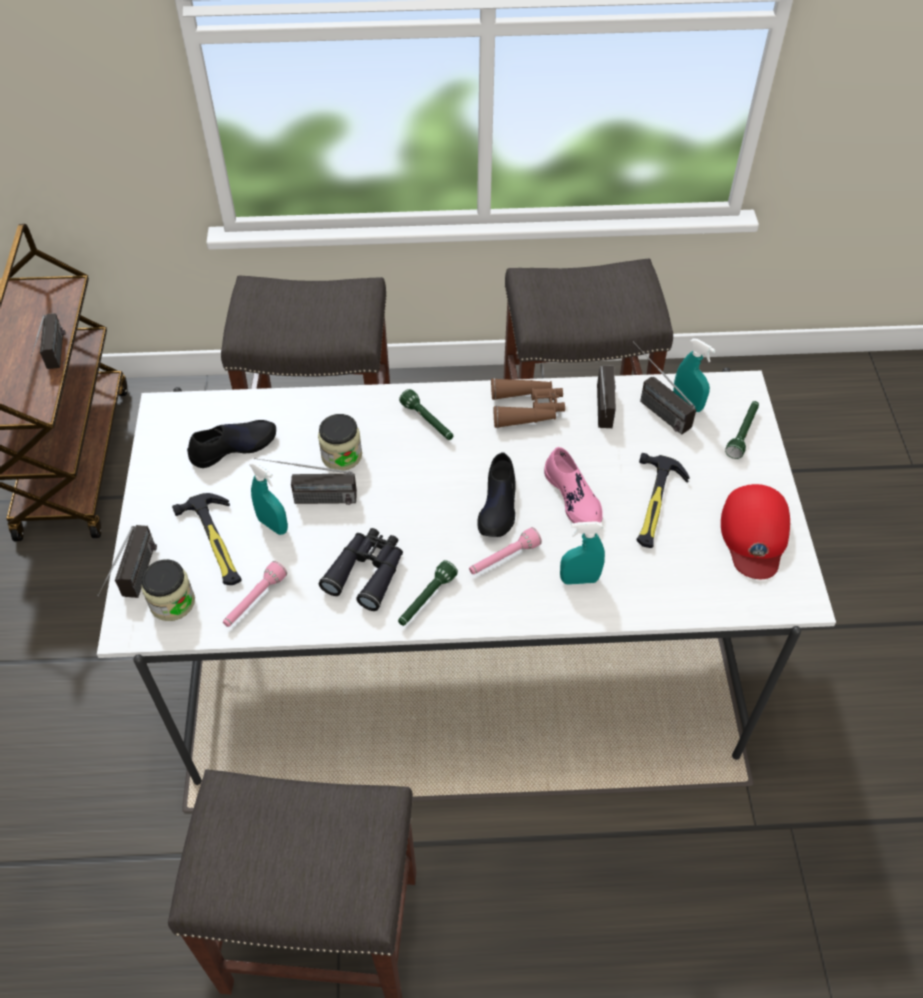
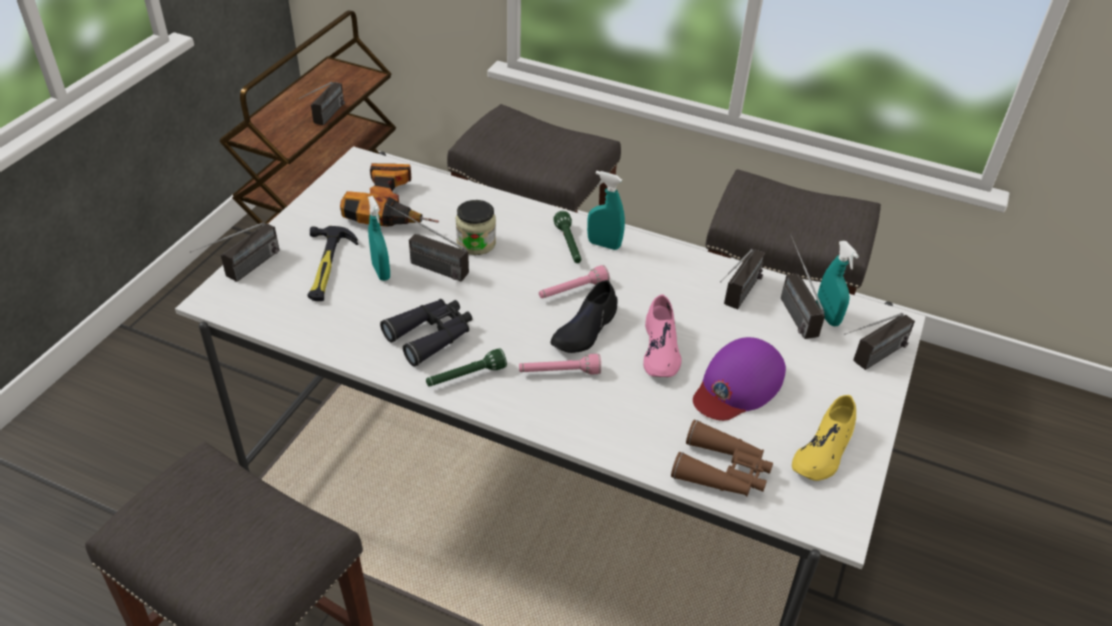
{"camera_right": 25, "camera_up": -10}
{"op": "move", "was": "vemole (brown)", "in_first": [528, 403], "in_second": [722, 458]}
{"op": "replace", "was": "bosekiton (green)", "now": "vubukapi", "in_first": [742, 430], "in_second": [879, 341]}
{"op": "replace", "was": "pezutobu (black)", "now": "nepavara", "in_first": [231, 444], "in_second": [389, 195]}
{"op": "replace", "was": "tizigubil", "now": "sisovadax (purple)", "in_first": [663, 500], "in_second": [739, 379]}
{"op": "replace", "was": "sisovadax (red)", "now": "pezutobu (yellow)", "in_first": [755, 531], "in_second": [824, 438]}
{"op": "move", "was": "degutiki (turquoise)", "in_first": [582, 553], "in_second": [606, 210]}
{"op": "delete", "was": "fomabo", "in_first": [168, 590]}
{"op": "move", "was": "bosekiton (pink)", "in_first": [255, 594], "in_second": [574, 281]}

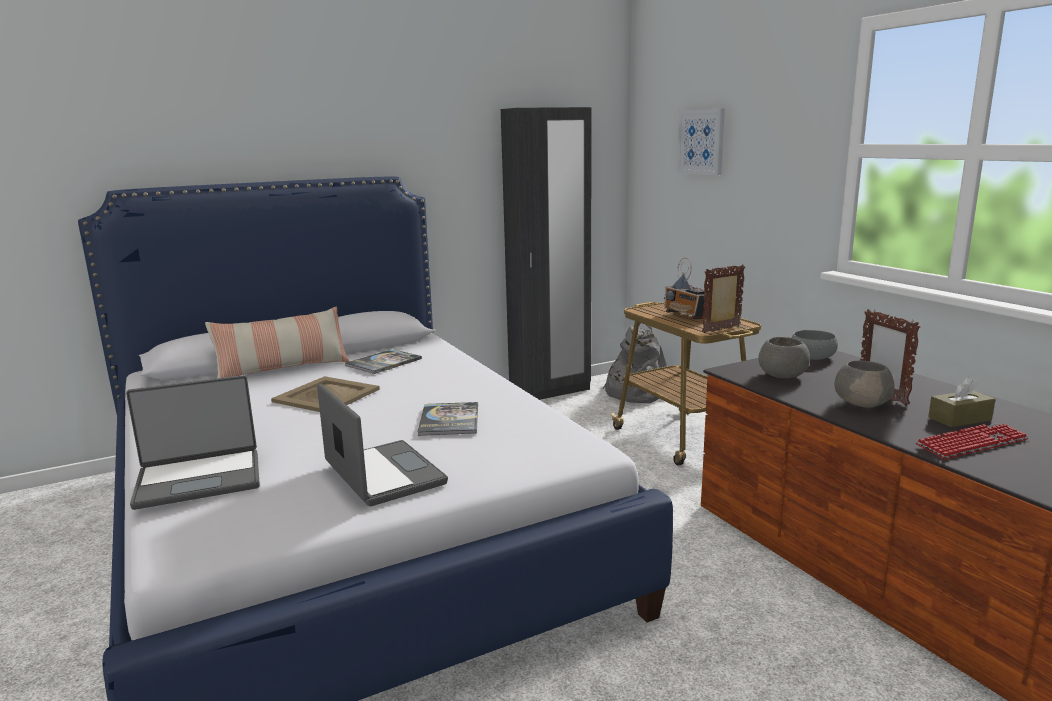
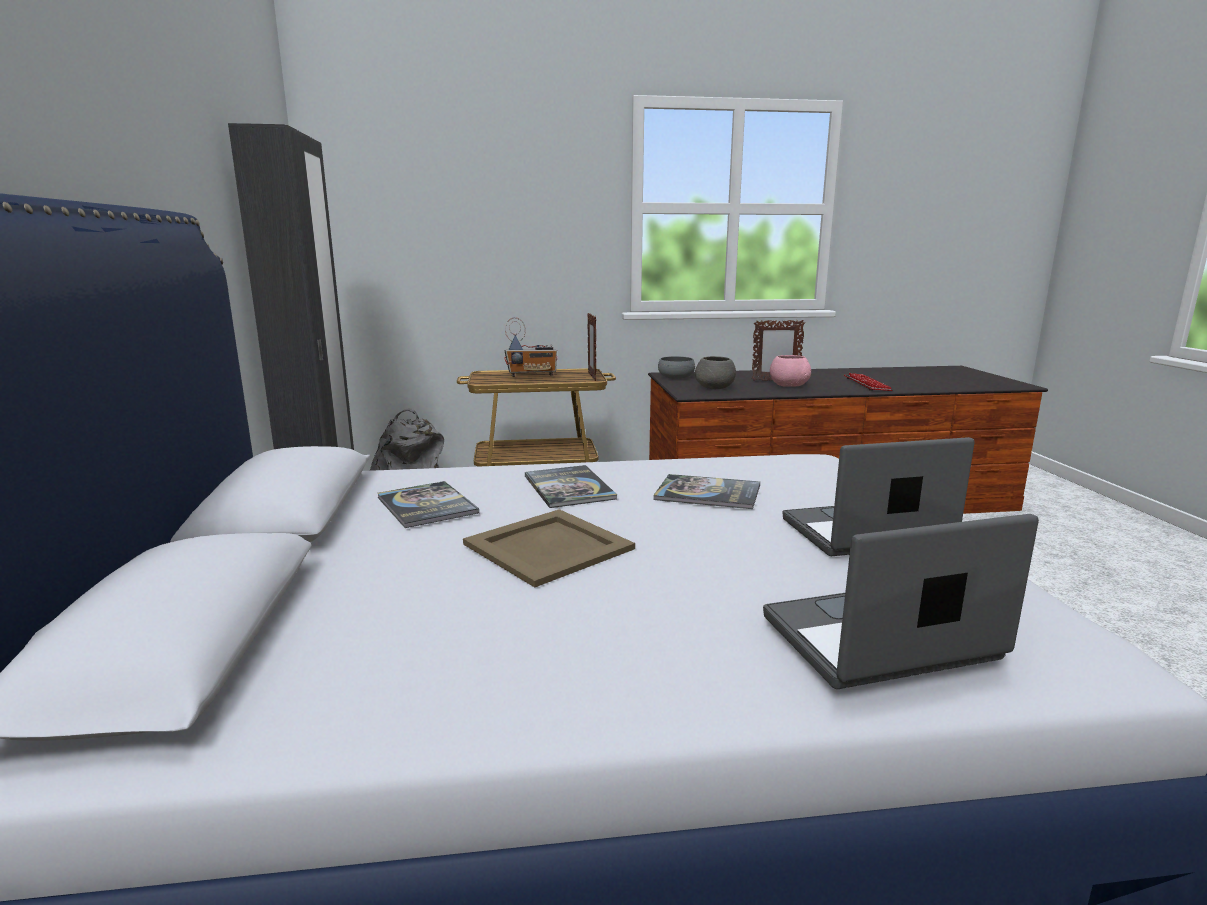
{"camera_right": -70, "camera_up": 0}
{"op": "delete", "was": "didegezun", "in_first": [701, 142]}
{"op": "delete", "was": "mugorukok", "in_first": [277, 342]}
{"op": "recolor", "was": "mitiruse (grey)", "now": "mitiruse (pink)", "in_first": [864, 384], "in_second": [790, 371]}
{"op": "rotate", "was": "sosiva", "in_first": [193, 442], "in_second": [901, 601], "clockwise": -105}
{"op": "delete", "was": "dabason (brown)", "in_first": [962, 402]}
{"op": "insert", "now": "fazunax", "in_second": [571, 486]}

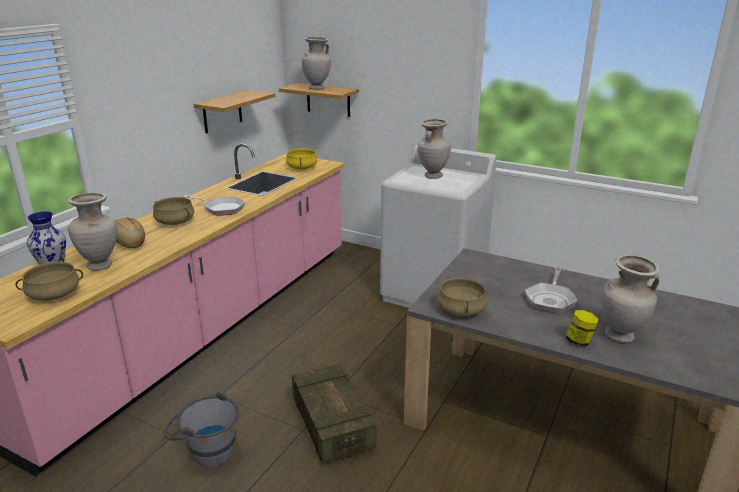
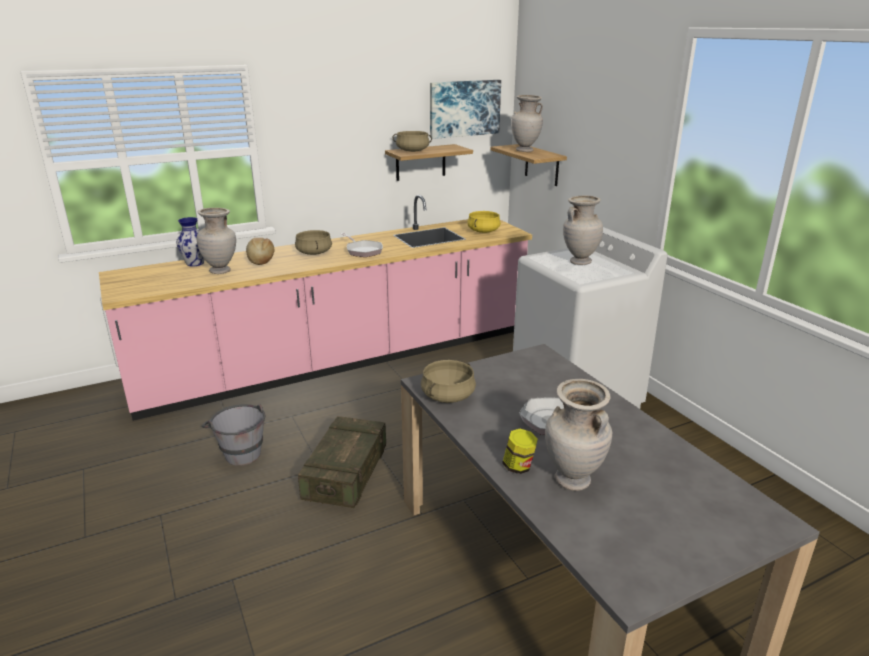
{"camera_right": 35, "camera_up": 0}
{"op": "move", "was": "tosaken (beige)", "in_first": [49, 281], "in_second": [412, 141]}
{"op": "insert", "now": "didegezun", "in_second": [465, 109]}

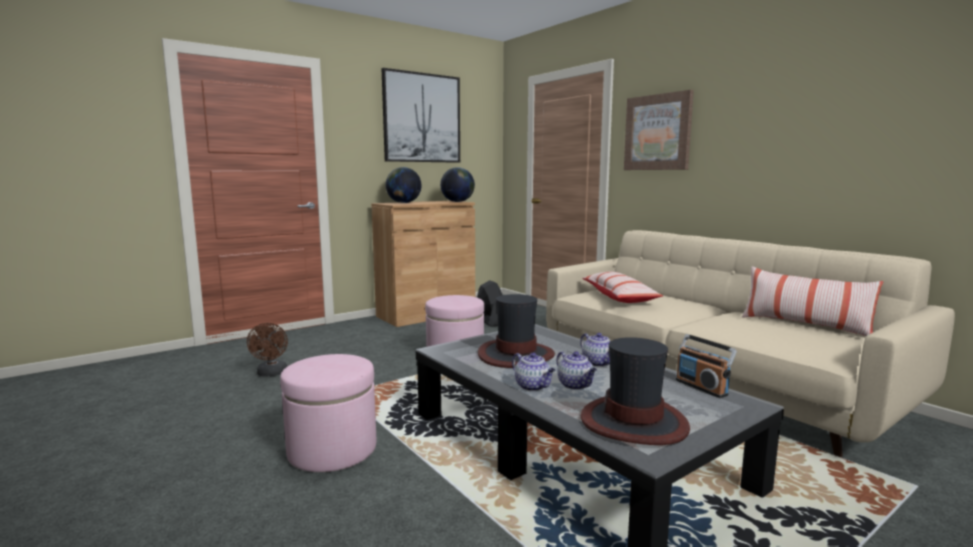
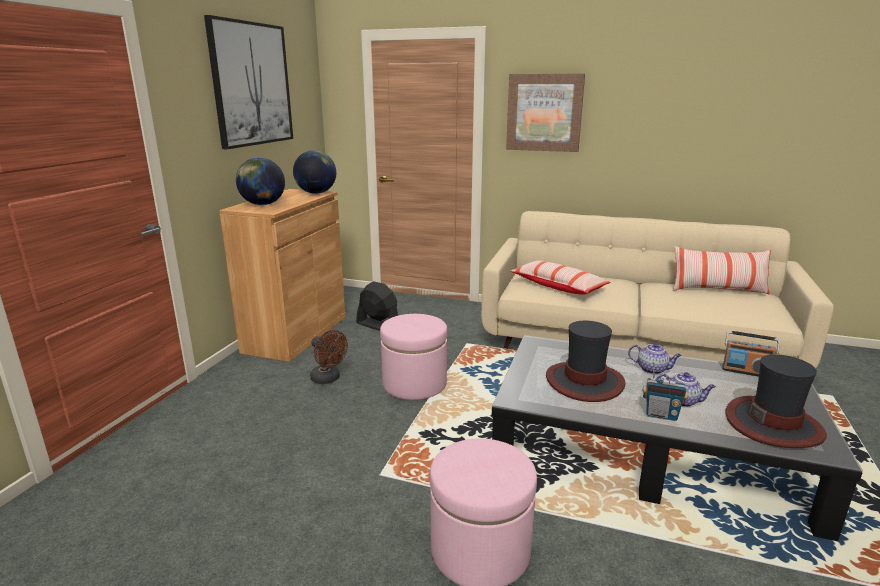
{"camera_right": -35, "camera_up": 10}
{"op": "move", "was": "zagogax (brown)", "in_first": [267, 350], "in_second": [329, 357]}
{"op": "replace", "was": "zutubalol", "now": "vubukapi", "in_first": [533, 372], "in_second": [666, 391]}

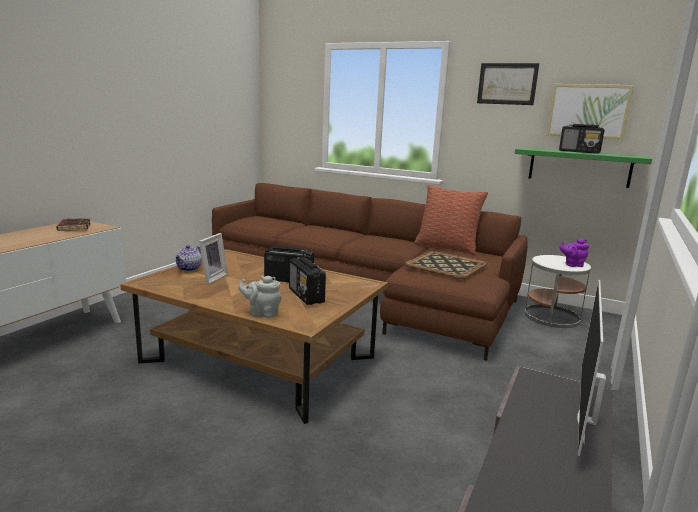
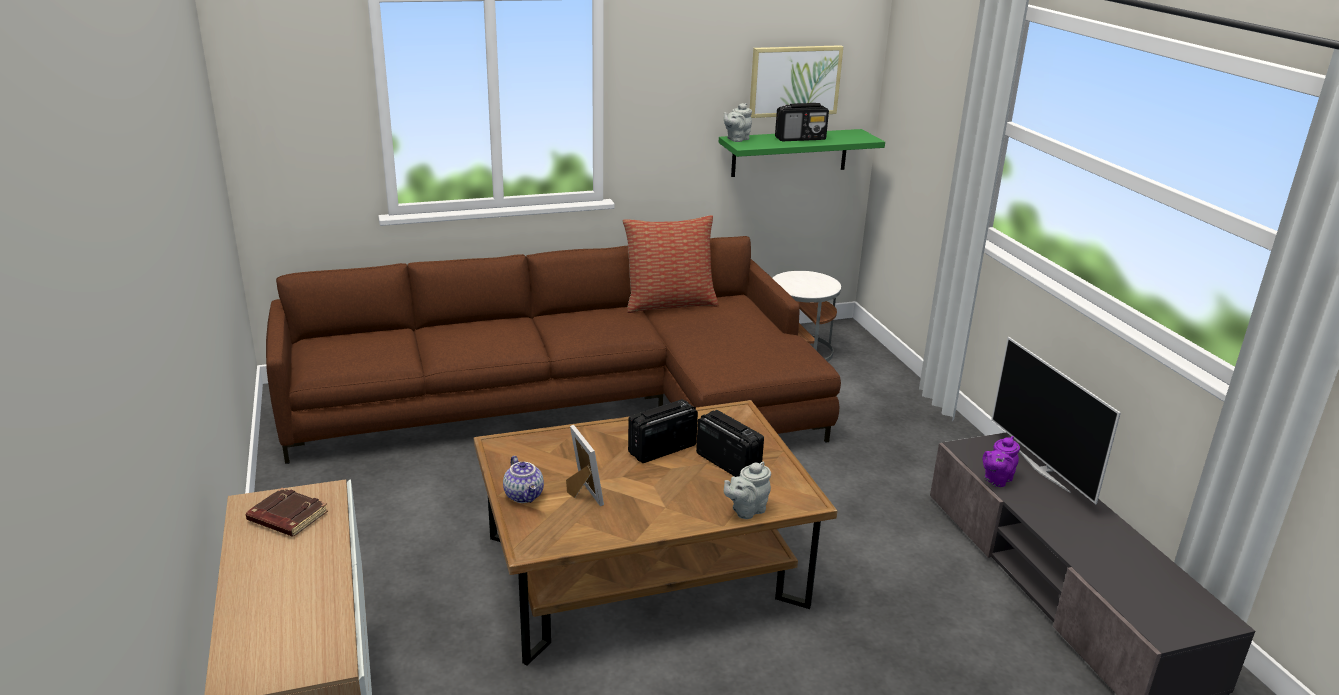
{"camera_right": -45, "camera_up": 10}
{"op": "delete", "was": "didegezun", "in_first": [508, 84]}
{"op": "move", "was": "zutubalol (purple)", "in_first": [574, 253], "in_second": [1001, 461]}
{"op": "delete", "was": "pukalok", "in_first": [445, 265]}
{"op": "rotate", "was": "vubukapi", "in_first": [307, 281], "in_second": [730, 443], "clockwise": -150}
{"op": "insert", "now": "zutubalol (grey)", "in_second": [738, 122]}

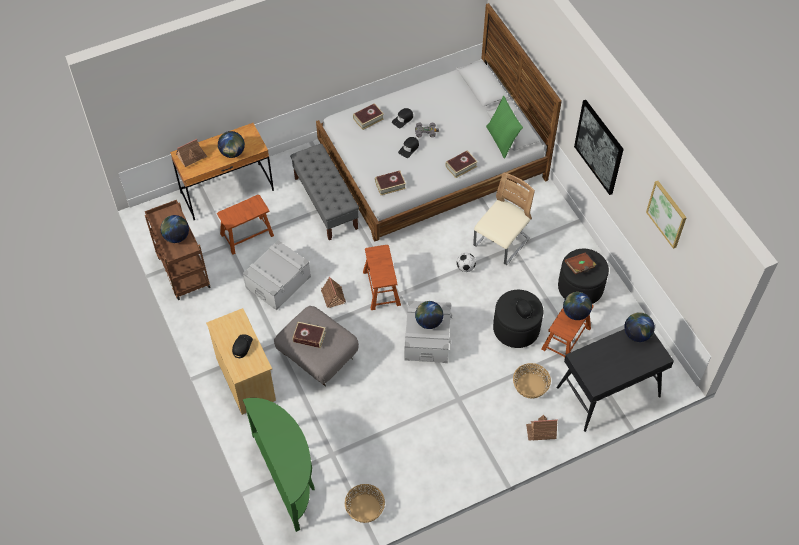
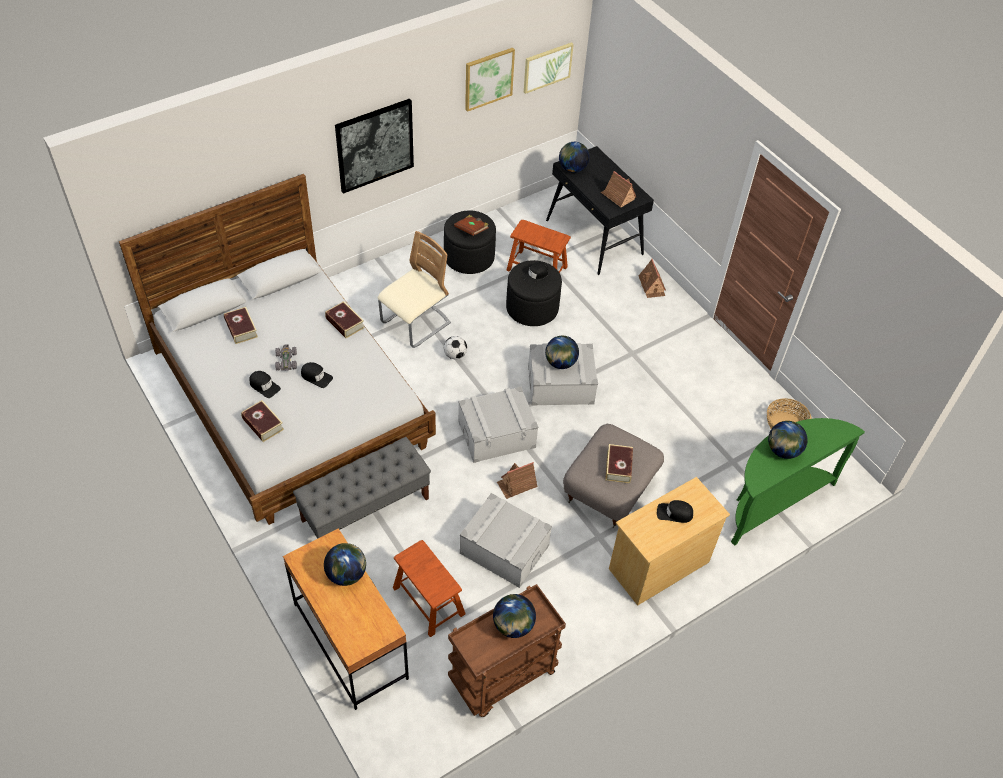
{"camera_right": -100, "camera_up": -5}
{"op": "delete", "was": "mugorukok (green)", "in_first": [504, 127]}
{"op": "move", "was": "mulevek", "in_first": [192, 153], "in_second": [618, 189]}
{"op": "move", "was": "fazunax", "in_first": [390, 183], "in_second": [241, 325]}
{"op": "rotate", "was": "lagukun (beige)", "in_first": [504, 218], "in_second": [414, 289], "clockwise": 105}
{"op": "replace", "was": "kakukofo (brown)", "now": "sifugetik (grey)", "in_first": [382, 277], "in_second": [498, 425]}
{"op": "move", "was": "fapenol", "in_first": [577, 306], "in_second": [788, 440]}
{"op": "delete", "was": "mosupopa", "in_first": [532, 381]}
{"op": "insert", "now": "didegezun", "in_second": [549, 68]}

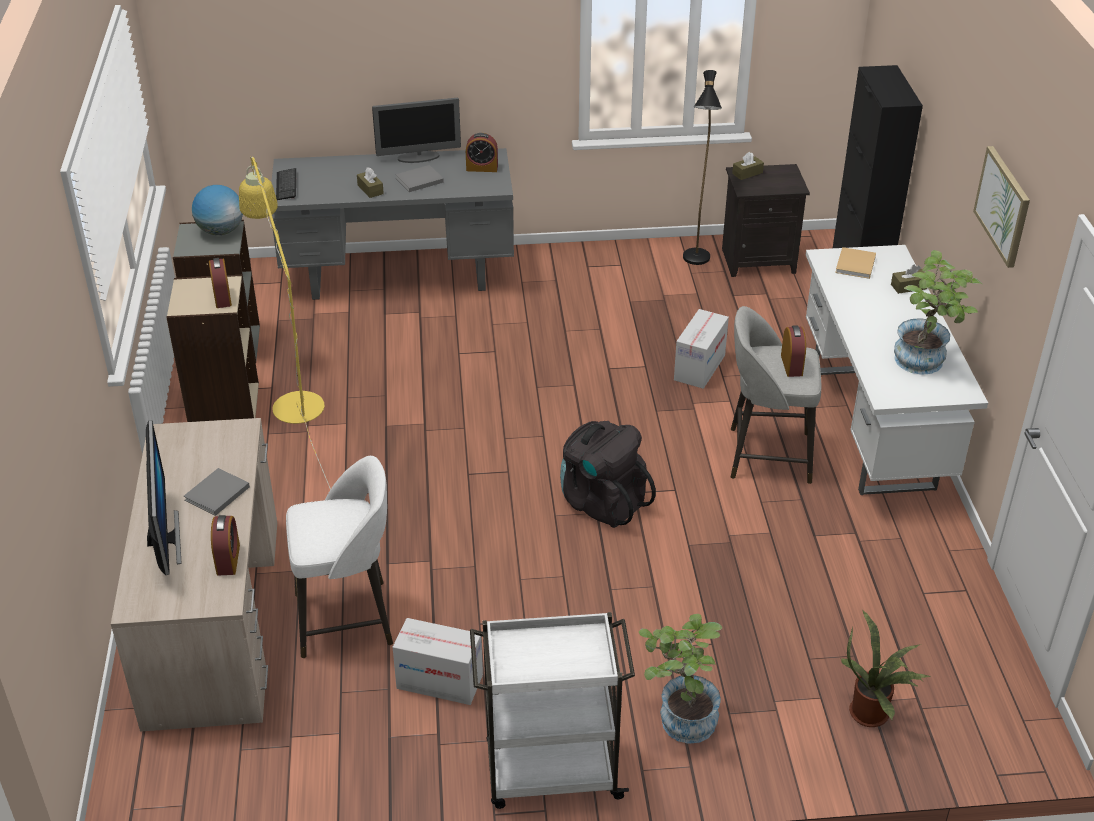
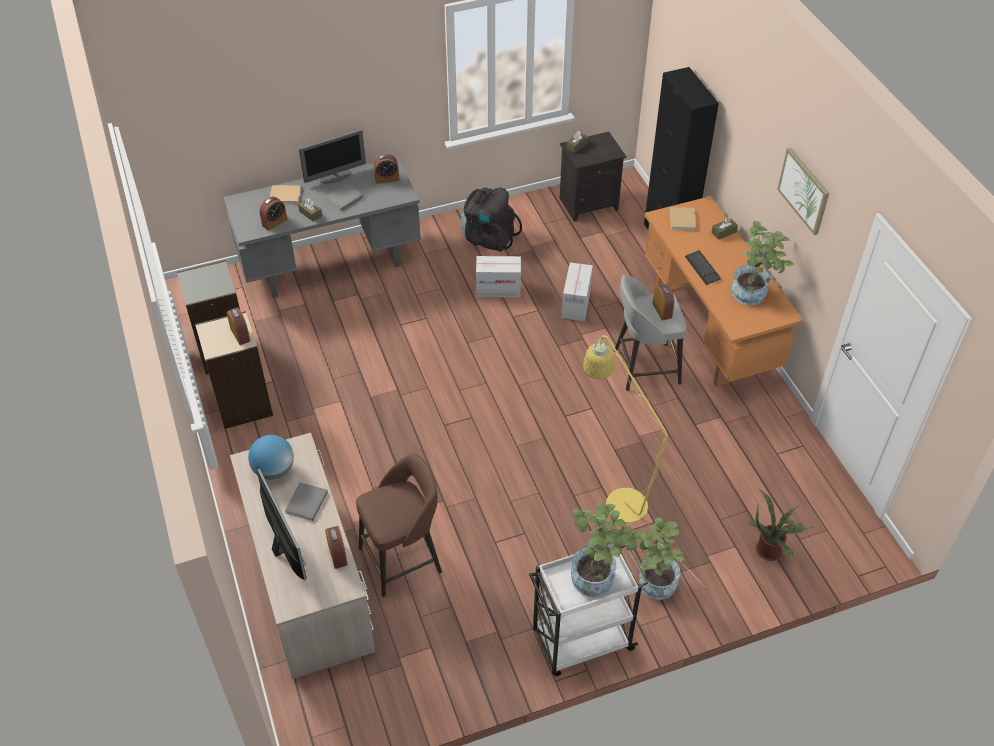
{"camera_right": -15, "camera_up": 10}
{"op": "delete", "was": "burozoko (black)", "in_first": [702, 167]}
{"op": "move", "was": "burozoko (yellow)", "in_first": [285, 323], "in_second": [644, 461]}
{"op": "move", "was": "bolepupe", "in_first": [286, 184], "in_second": [703, 267]}
{"op": "move", "was": "fapenol", "in_first": [217, 210], "in_second": [271, 457]}
{"op": "recolor", "was": "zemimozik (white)", "now": "zemimozik (orange)", "in_first": [897, 370], "in_second": [724, 291]}
{"op": "move", "was": "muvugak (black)", "in_first": [608, 474], "in_second": [491, 219]}
{"op": "recolor", "was": "kakukofo (white)", "now": "kakukofo (brown)", "in_first": [339, 557], "in_second": [399, 525]}
{"op": "move", "was": "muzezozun", "in_first": [438, 661], "in_second": [498, 276]}
{"op": "insert", "now": "fazunax (beige)", "in_second": [285, 194]}
{"op": "insert", "now": "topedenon", "in_second": [273, 214]}
{"op": "insert", "now": "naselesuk", "in_second": [608, 550]}

